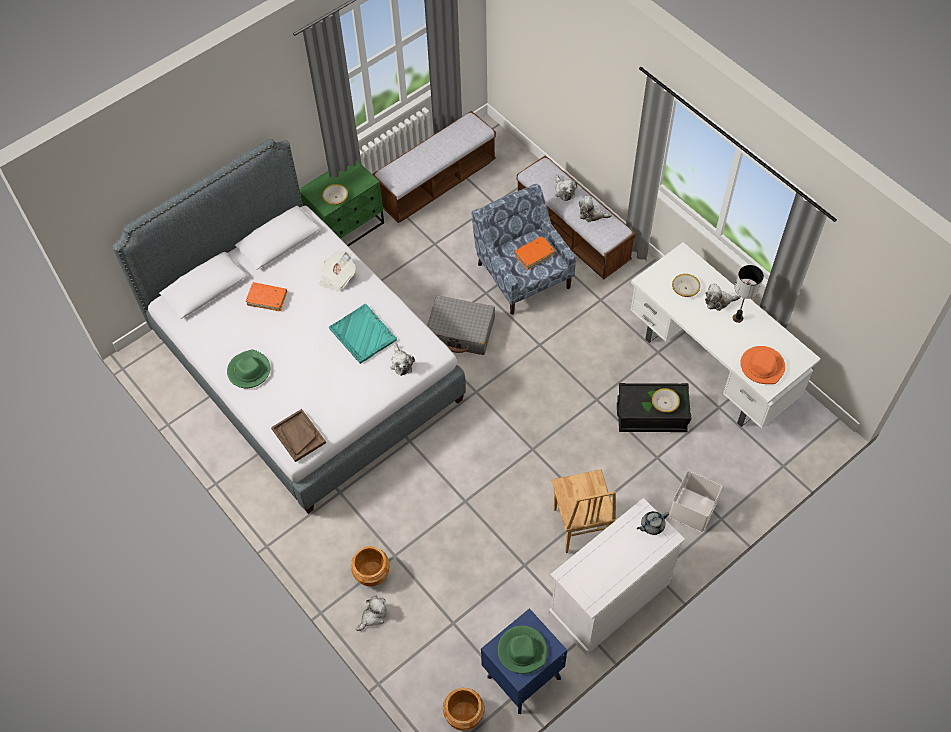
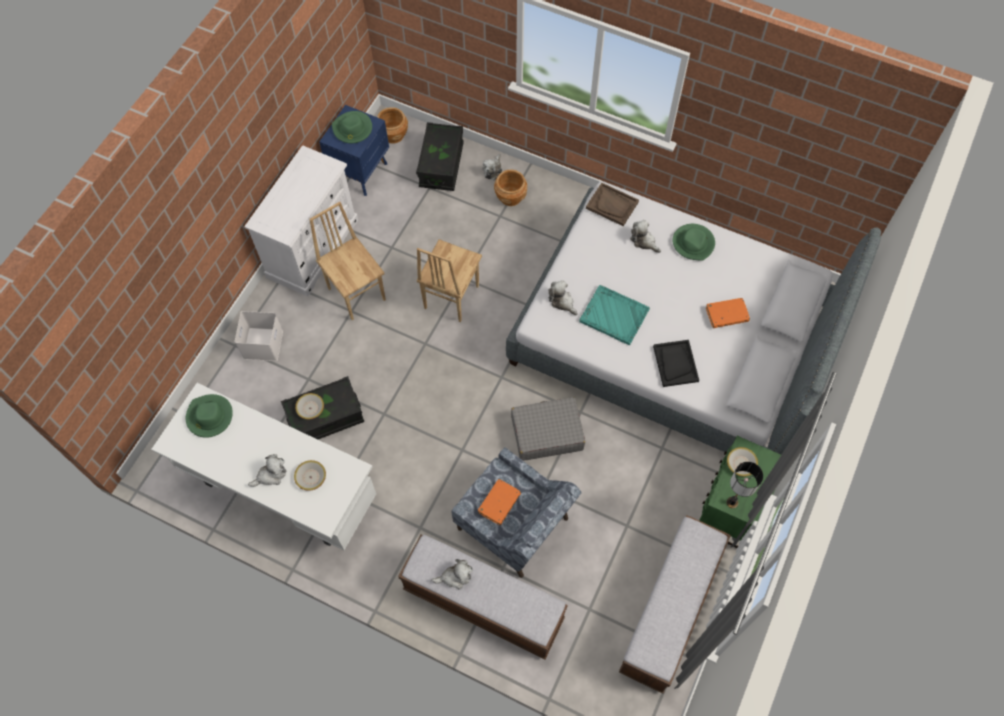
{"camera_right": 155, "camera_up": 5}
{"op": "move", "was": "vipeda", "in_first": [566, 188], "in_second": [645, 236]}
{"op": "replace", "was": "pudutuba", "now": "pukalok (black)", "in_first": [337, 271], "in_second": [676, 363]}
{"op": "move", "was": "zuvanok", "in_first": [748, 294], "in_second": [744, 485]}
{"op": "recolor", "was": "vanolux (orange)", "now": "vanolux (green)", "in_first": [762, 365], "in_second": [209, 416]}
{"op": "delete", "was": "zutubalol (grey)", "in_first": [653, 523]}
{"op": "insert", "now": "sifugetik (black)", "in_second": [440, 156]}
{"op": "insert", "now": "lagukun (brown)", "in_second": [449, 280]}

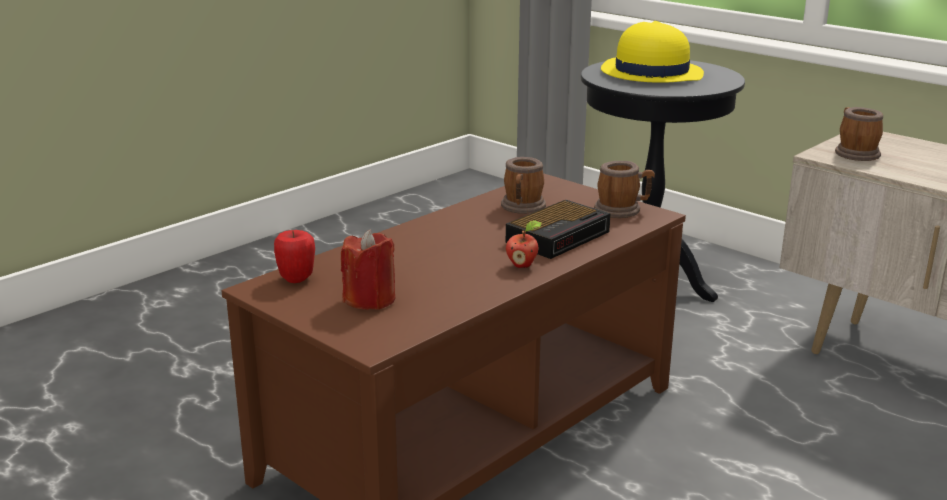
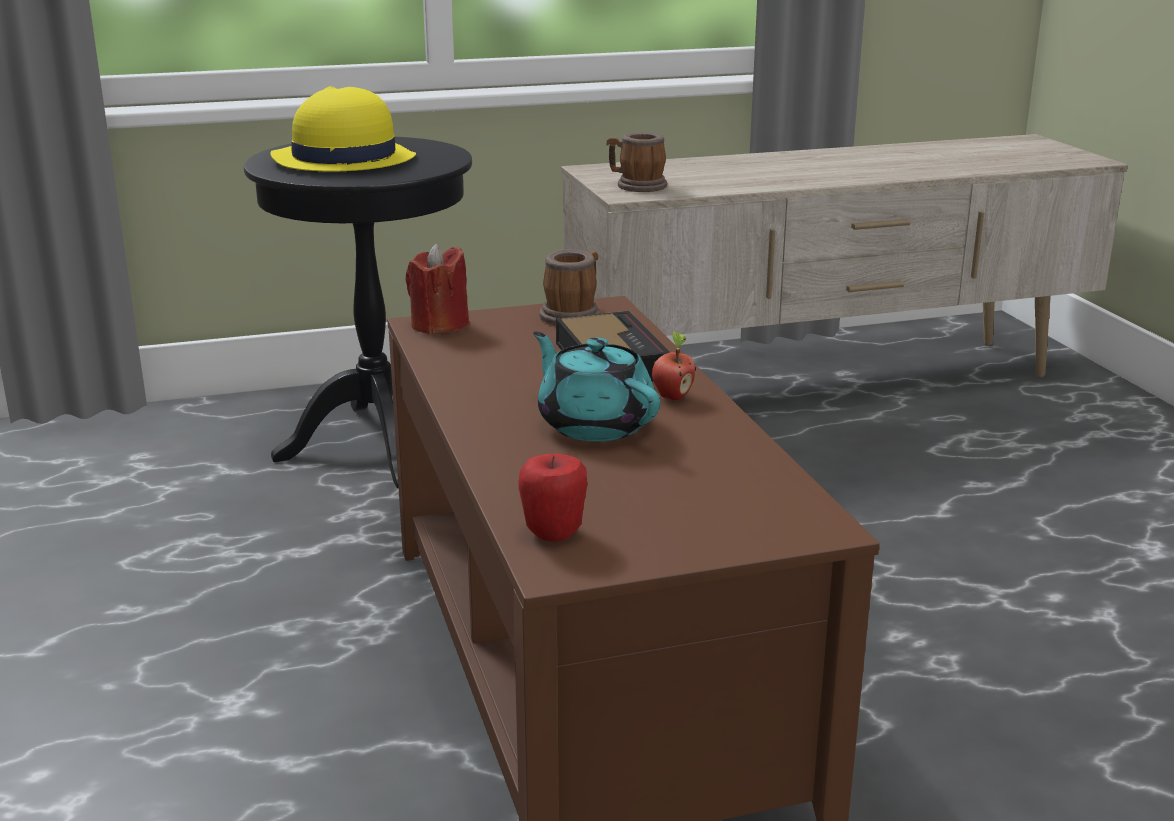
{"camera_right": -60, "camera_up": 0}
{"op": "delete", "was": "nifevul", "in_first": [523, 185]}
{"op": "move", "was": "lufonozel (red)", "in_first": [368, 269], "in_second": [437, 289]}
{"op": "insert", "now": "zutubalol (turquoise)", "in_second": [596, 386]}

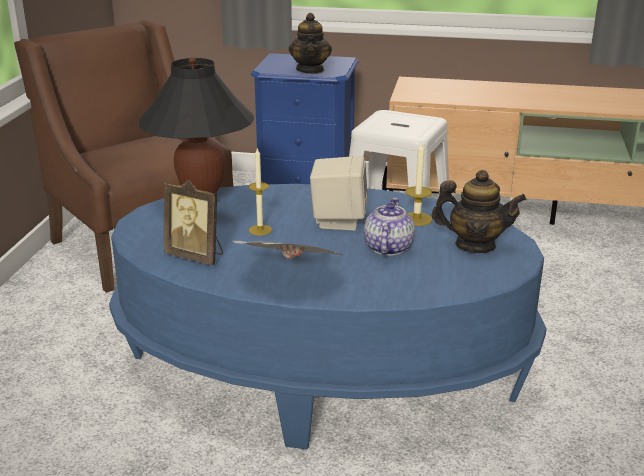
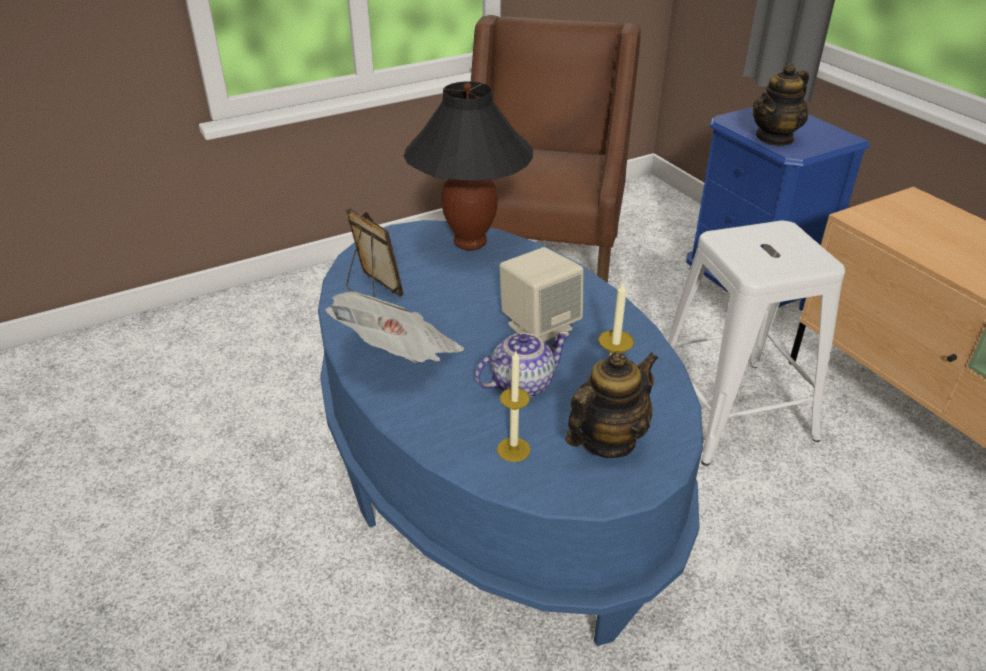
{"camera_right": 50, "camera_up": 10}
{"op": "move", "was": "lufonozel", "in_first": [260, 191], "in_second": [514, 406]}
{"op": "rotate", "was": "zutubalol", "in_first": [479, 211], "in_second": [611, 404], "clockwise": -105}
{"op": "rotate", "was": "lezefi", "in_first": [193, 222], "in_second": [374, 253], "clockwise": 150}

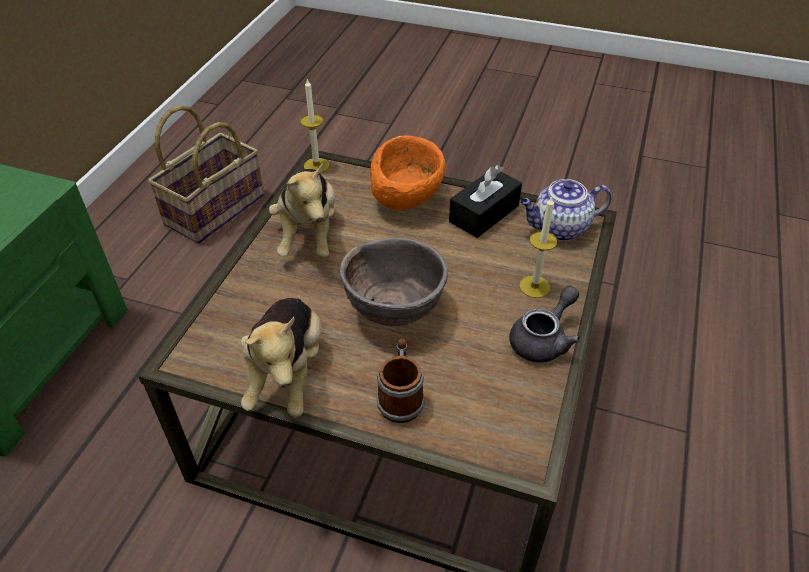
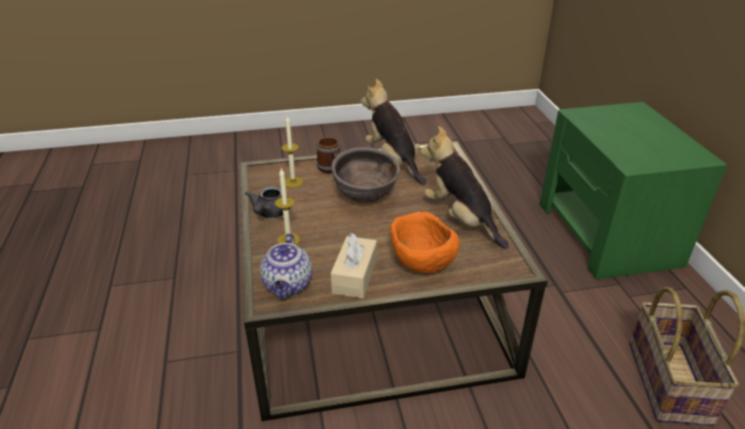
{"camera_right": 150, "camera_up": -10}
{"op": "move", "was": "lufonozel", "in_first": [315, 125], "in_second": [292, 152]}
{"op": "recolor", "was": "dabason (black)", "now": "dabason (beige)", "in_first": [485, 201], "in_second": [353, 265]}
{"op": "rotate", "was": "zutubalol", "in_first": [566, 210], "in_second": [286, 266], "clockwise": 135}

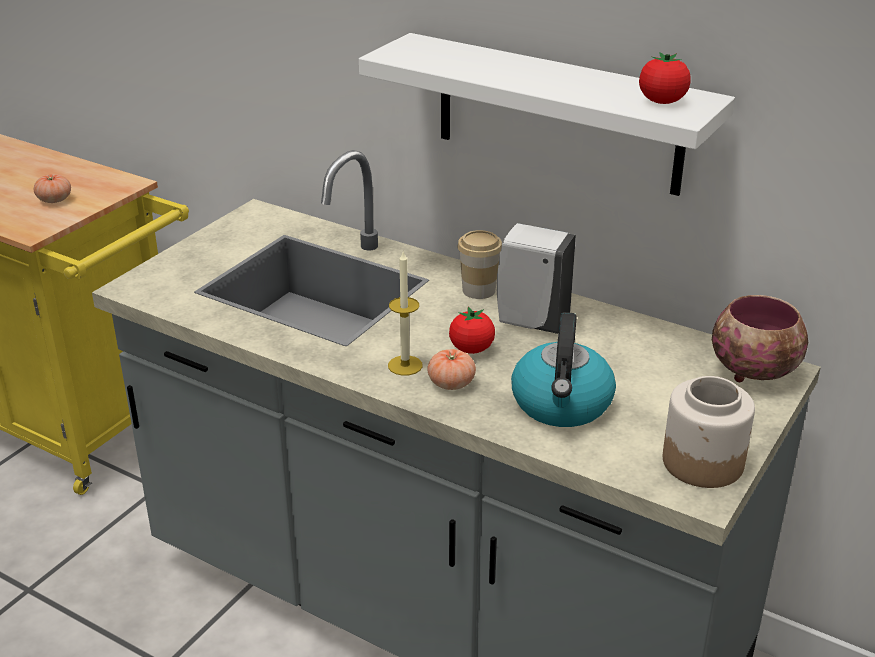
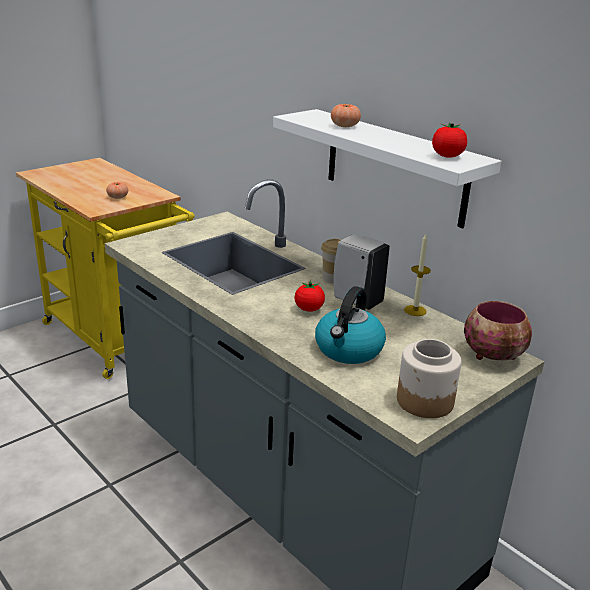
{"camera_right": 15, "camera_up": -5}
{"op": "move", "was": "lufonozel", "in_first": [405, 314], "in_second": [417, 275]}
{"op": "move", "was": "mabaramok", "in_first": [451, 369], "in_second": [346, 115]}

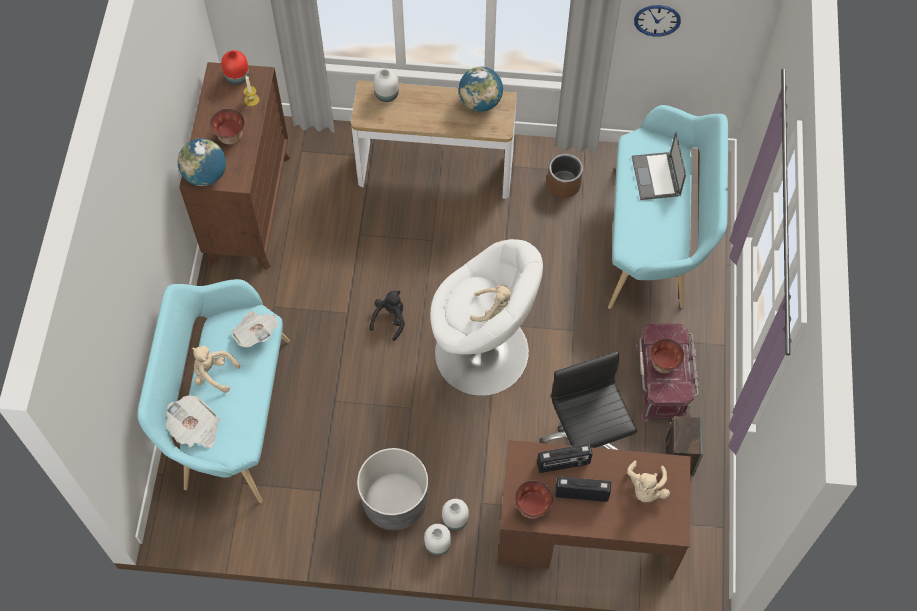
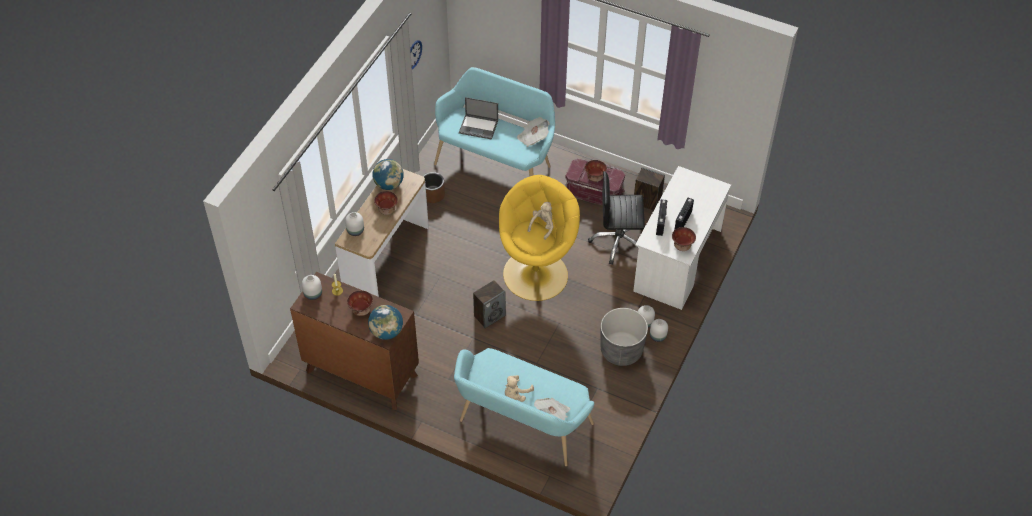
{"camera_right": -70, "camera_up": -10}
{"op": "recolor", "was": "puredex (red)", "now": "puredex (white)", "in_first": [235, 67], "in_second": [312, 287]}
{"op": "recolor", "was": "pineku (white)", "now": "pineku (yellow)", "in_first": [486, 317], "in_second": [539, 238]}
{"op": "replace", "was": "vipeda (black)", "now": "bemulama", "in_first": [387, 315], "in_second": [489, 304]}
{"op": "move", "was": "pudutuba", "in_first": [254, 329], "in_second": [533, 132]}
{"op": "recolor", "was": "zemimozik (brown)", "now": "zemimozik (white)", "in_first": [594, 510], "in_second": [682, 238]}
{"op": "delete", "was": "vipeda (beige)", "in_first": [648, 481]}
{"op": "insert", "now": "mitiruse", "in_second": [386, 203]}

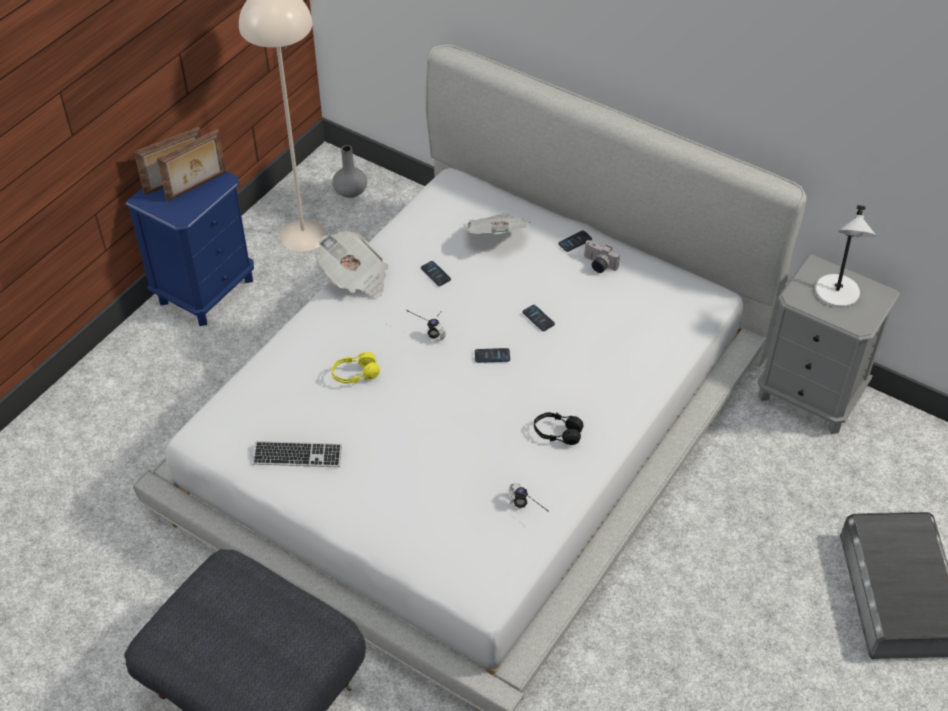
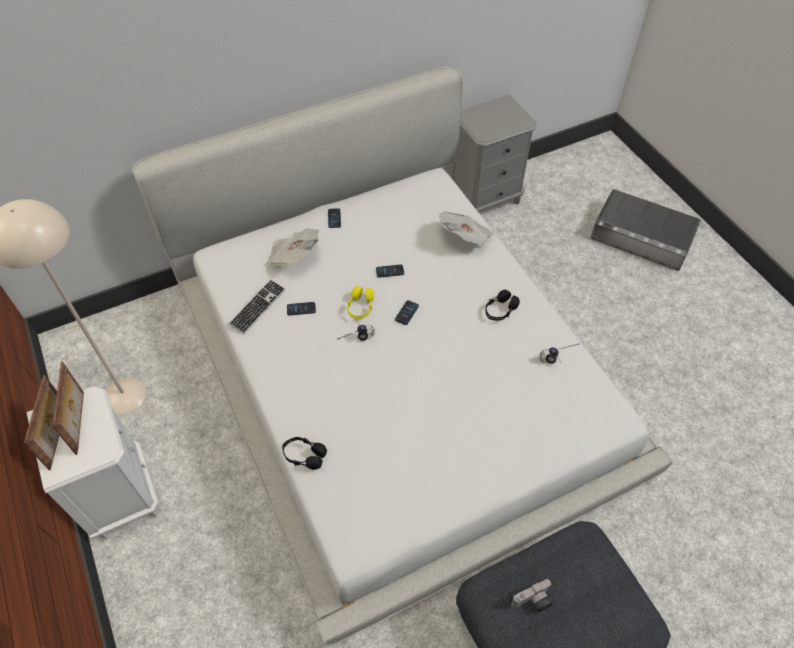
{"camera_right": -60, "camera_up": 5}
{"op": "delete", "was": "puredex (grey)", "in_first": [349, 171]}
{"op": "recolor", "was": "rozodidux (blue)", "now": "rozodidux (white)", "in_first": [190, 248], "in_second": [93, 462]}
{"op": "delete", "was": "zuvanok (white)", "in_first": [845, 256]}
{"op": "move", "was": "pudutuba", "in_first": [353, 264], "in_second": [467, 228]}
{"op": "move", "was": "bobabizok", "in_first": [602, 256], "in_second": [531, 595]}
{"op": "move", "was": "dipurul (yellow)", "in_first": [355, 367], "in_second": [360, 303]}
{"op": "move", "was": "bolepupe", "in_first": [297, 454], "in_second": [257, 306]}
{"op": "insert", "now": "dipurul (black)", "in_second": [304, 453]}

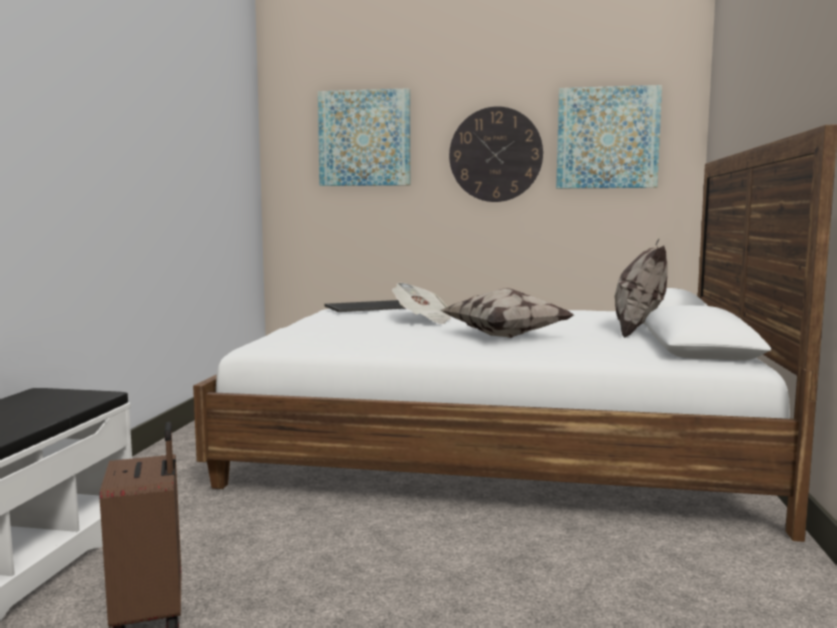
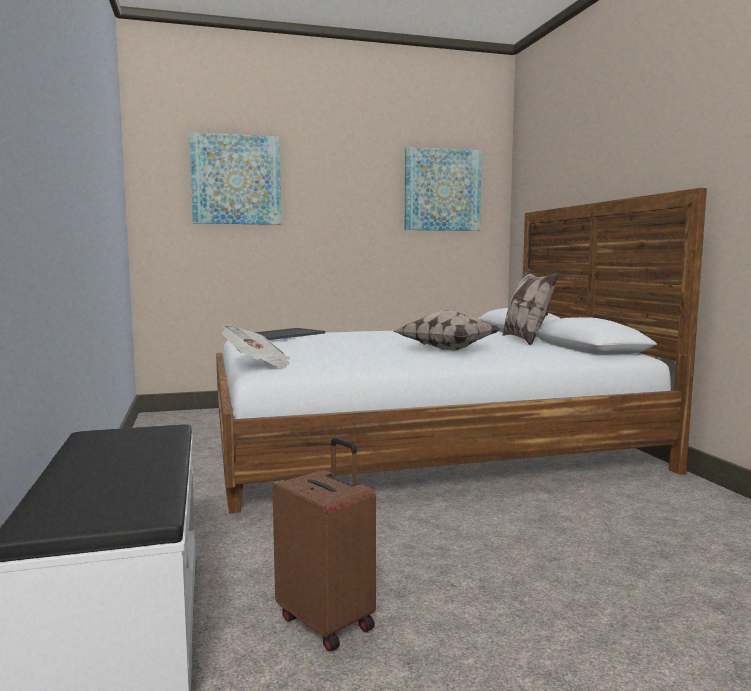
{"camera_right": -25, "camera_up": 0}
{"op": "delete", "was": "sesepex", "in_first": [496, 154]}
{"op": "move", "was": "pudutuba", "in_first": [422, 303], "in_second": [256, 346]}

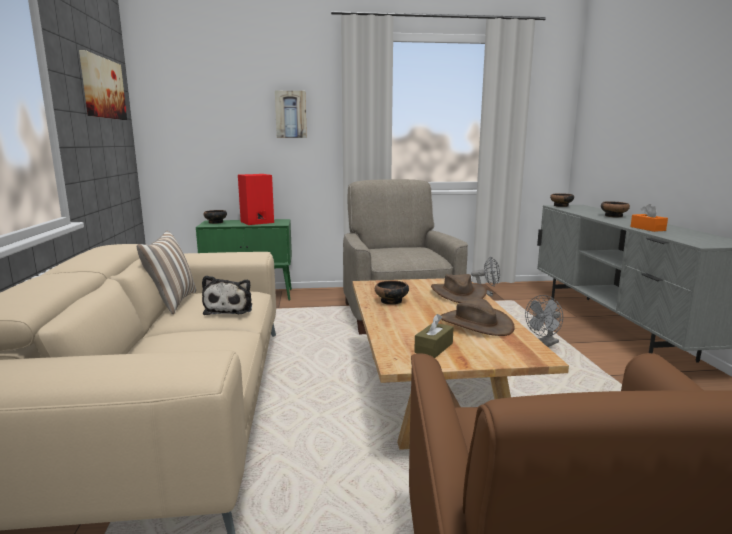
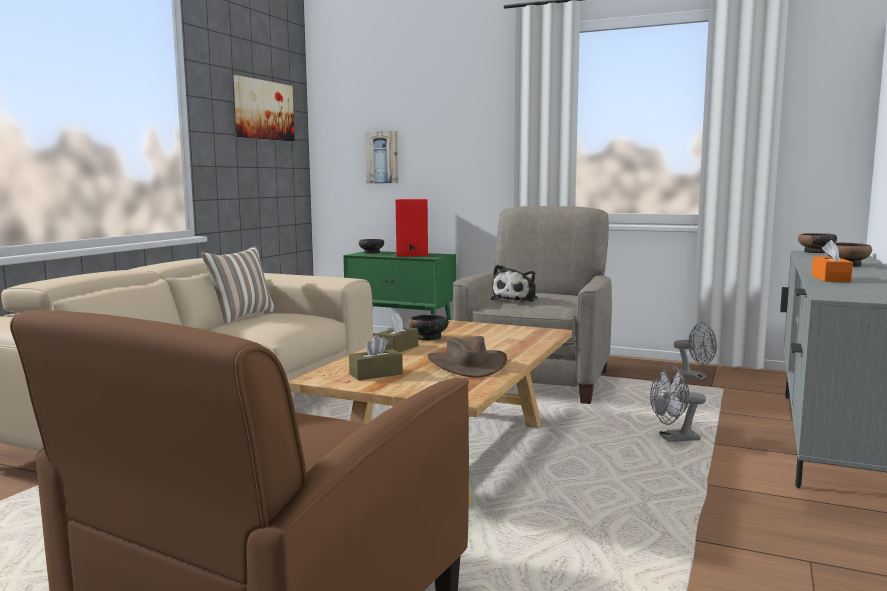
{"camera_right": 30, "camera_up": -5}
{"op": "move", "was": "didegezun", "in_first": [291, 114], "in_second": [381, 157]}
{"op": "delete", "was": "vanolux (brown)", "in_first": [459, 288]}
{"op": "move", "was": "vipeda", "in_first": [227, 295], "in_second": [514, 283]}
{"op": "insert", "now": "dabason (brown)", "in_second": [397, 333]}

